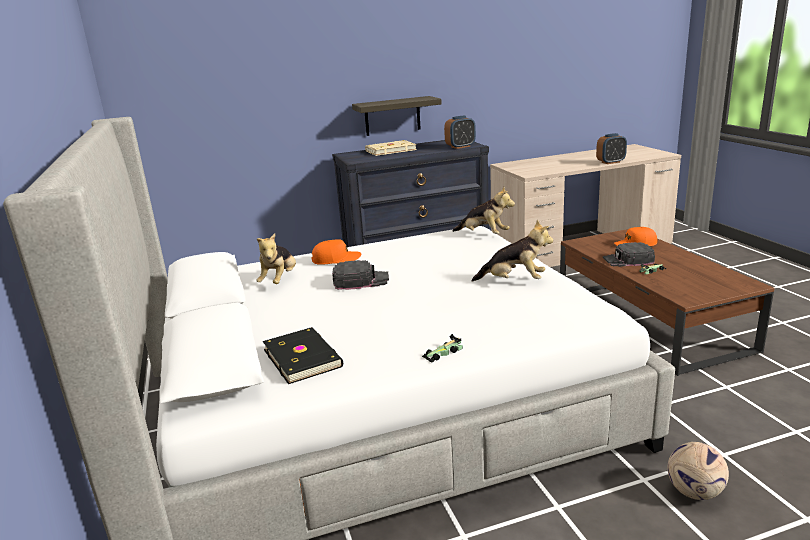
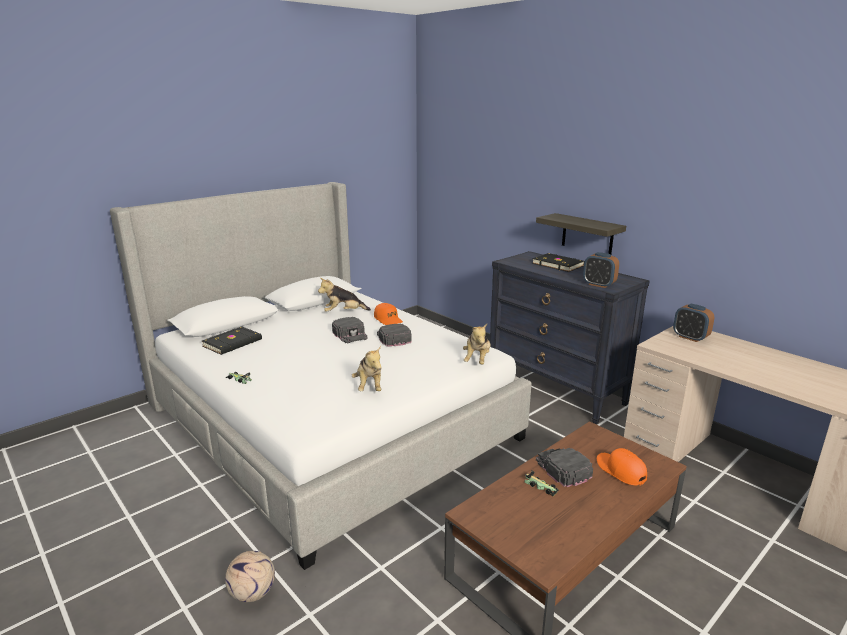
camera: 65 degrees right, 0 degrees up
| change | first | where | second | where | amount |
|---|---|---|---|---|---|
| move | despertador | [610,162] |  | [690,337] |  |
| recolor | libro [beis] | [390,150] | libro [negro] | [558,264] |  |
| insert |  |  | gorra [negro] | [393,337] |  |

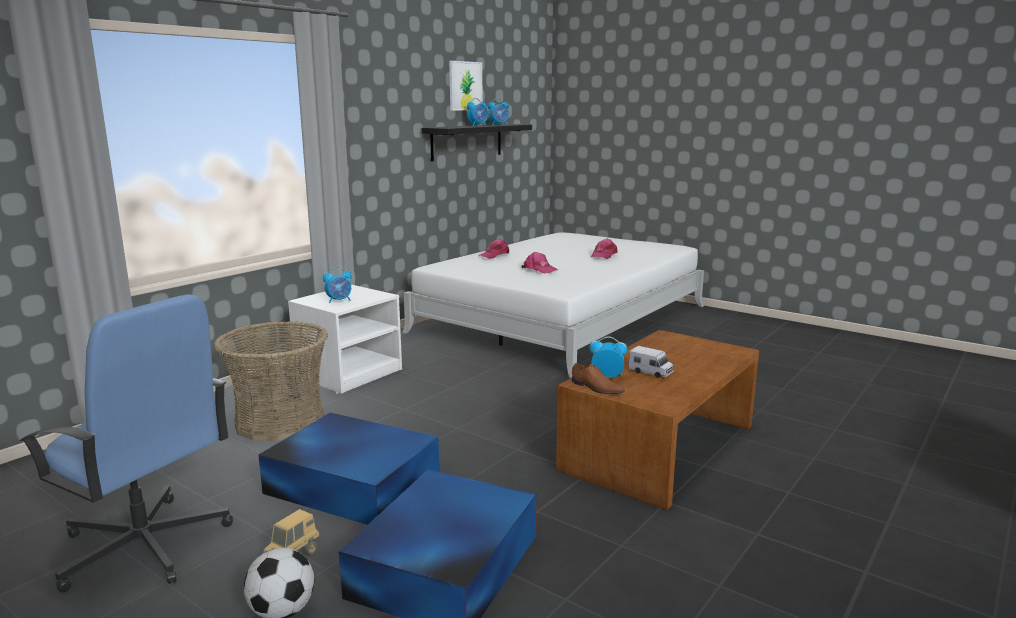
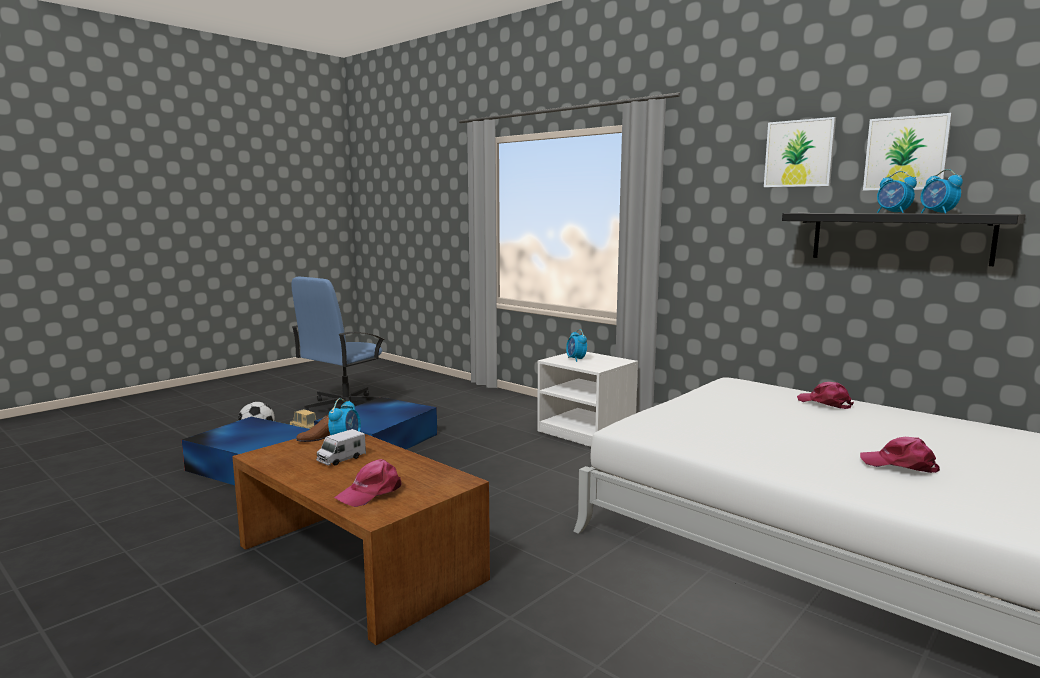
camera: 95 degrees right, 5 degrees down
| change | first | where | second | where | amount |
|---|---|---|---|---|---|
| move | gorra [rosa] | [539,269] |  | [371,492] |  |
| delete | cesta | [280,421] |  |  |  |
| insert |  |  | cuadro | [799,153] |  |

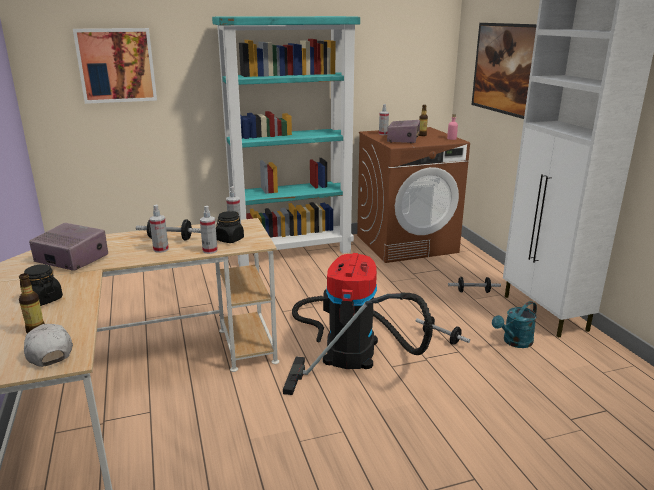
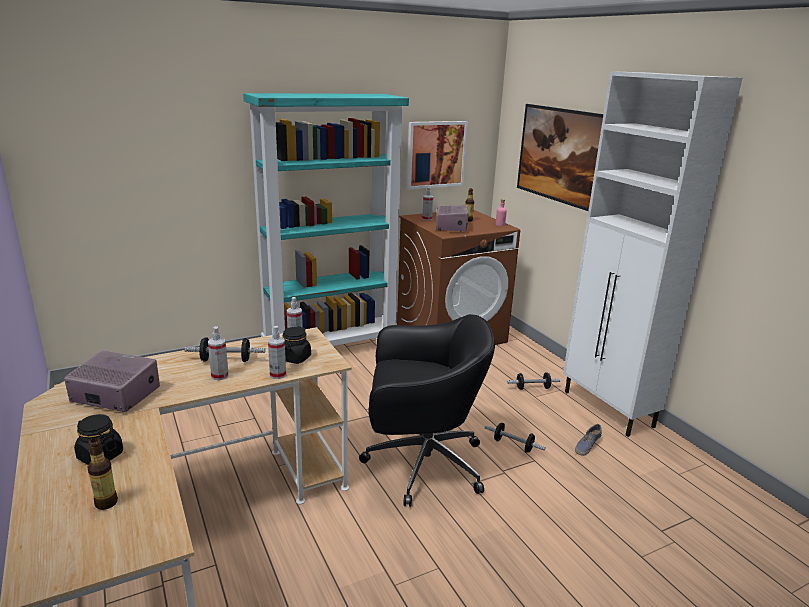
camera: 10 degrees left, 0 degrees up
| change | first | where | second | where | amount |
|---|---|---|---|---|---|
| move | cuadro | [116,65] |  | [435,154] |  |
| replace | aspiradora | [349,347] | silla de oficina [negro] | [421,464] |  |
| replace | regadera [turquesa] | [514,342] | zapato | [587,445] |  |
| delete | gorra [blanco] | [48,352] |  |  |  |

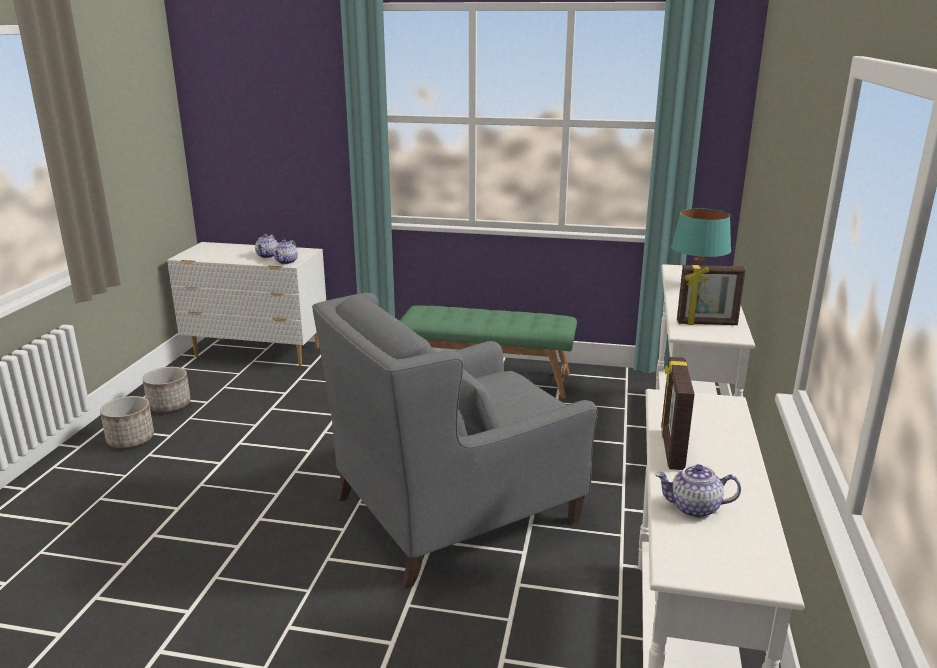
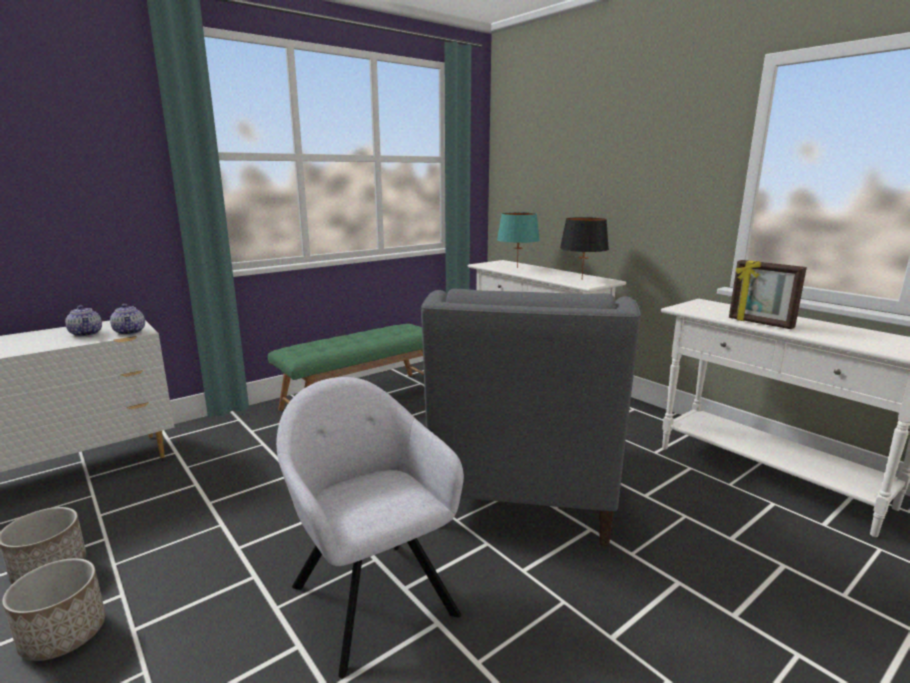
camera: 50 degrees left, 5 degrees down
| change | first | where | second | where | amount |
|---|---|---|---|---|---|
| replace | portarretratos | [707,324] | lámpara de mesa [negro] | [582,279] |  |
| delete | tetera | [694,508] |  |  |  |
| insert |  |  | sillón [gris] | [370,595] |  |

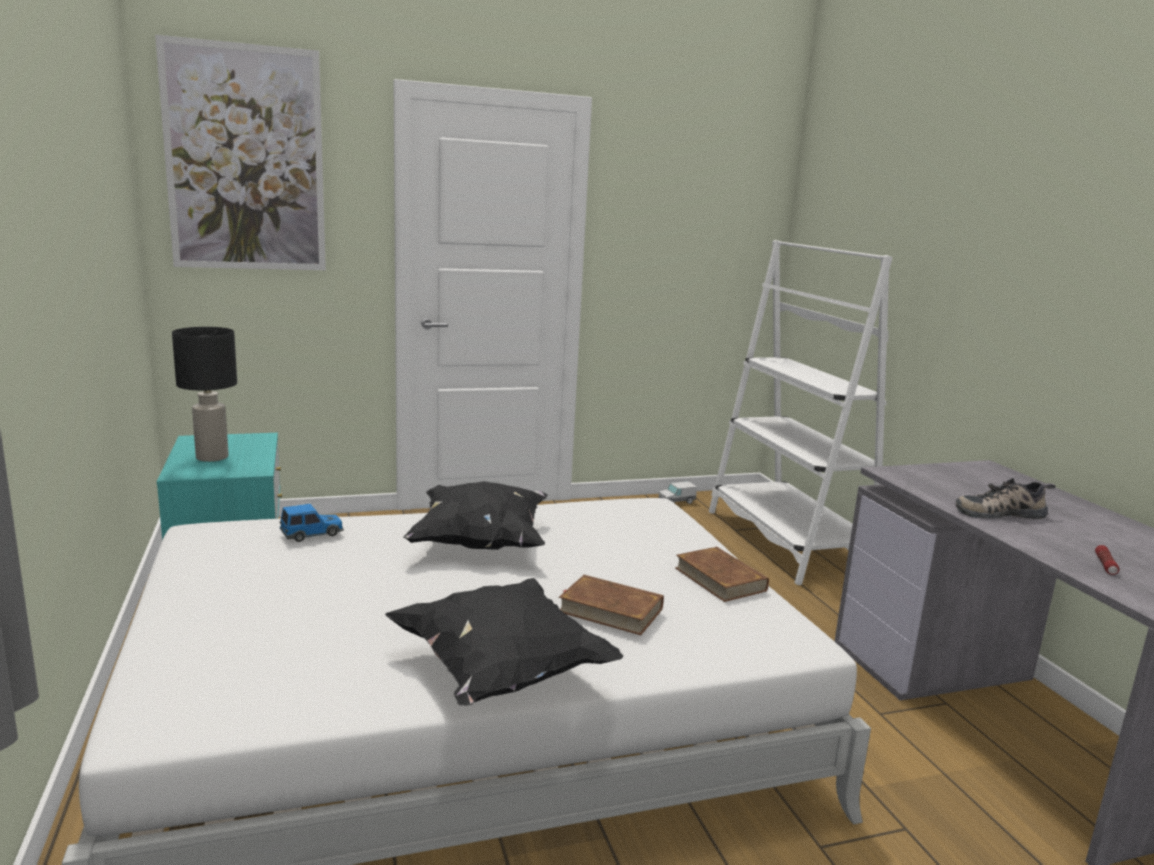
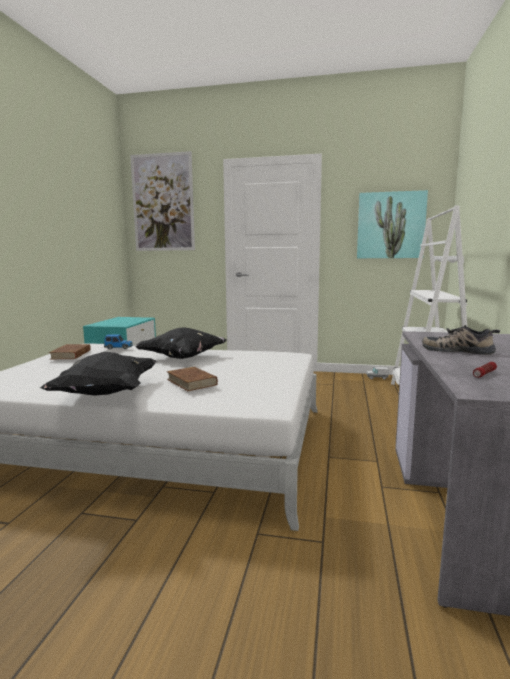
camera: 30 degrees right, 5 degrees down
| change | first | where | second | where | amount |
|---|---|---|---|---|---|
| delete | lámpara de mesa [negro] | [213,457] |  |  |  |
| move | libro [marrón] | [720,579] |  | [71,354] |  |
| insert |  |  | cuadro | [391,225] |  |

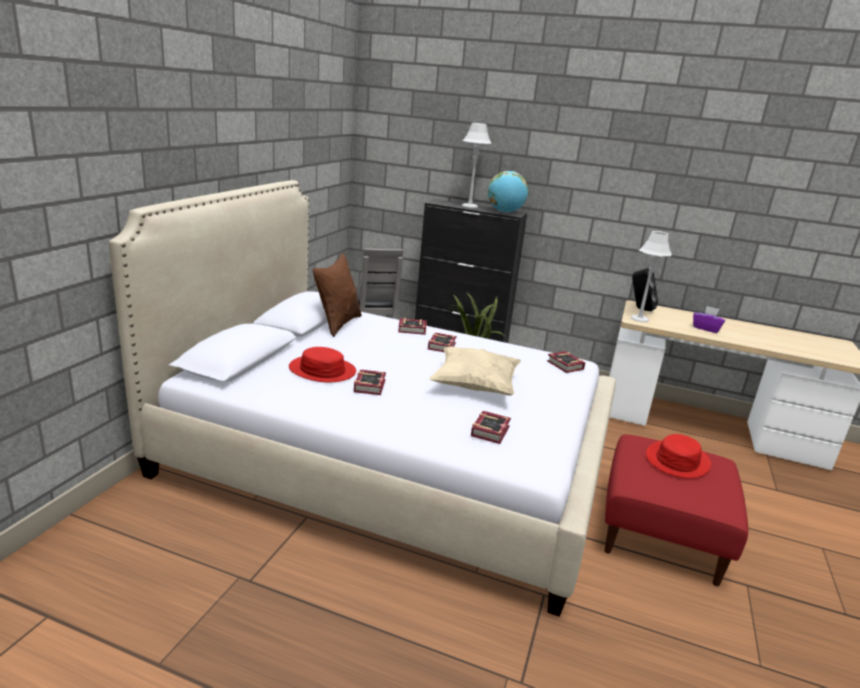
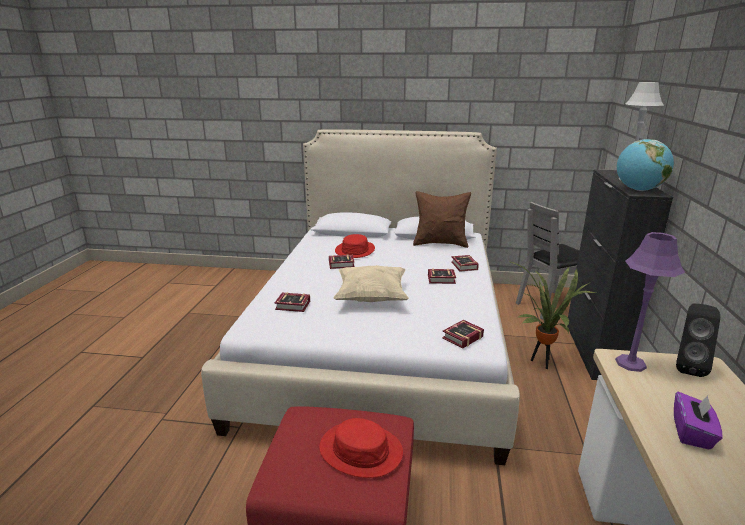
camera: 80 degrees right, 0 degrees up
| change | first | where | second | where | amount |
|---|---|---|---|---|---|
| recolor | lámpara de mesa [gris] | [639,319] | lámpara de mesa [morado] | [630,363] |  |

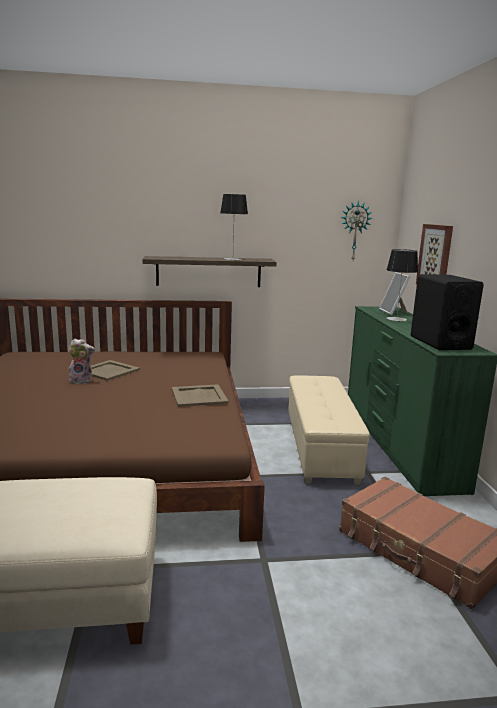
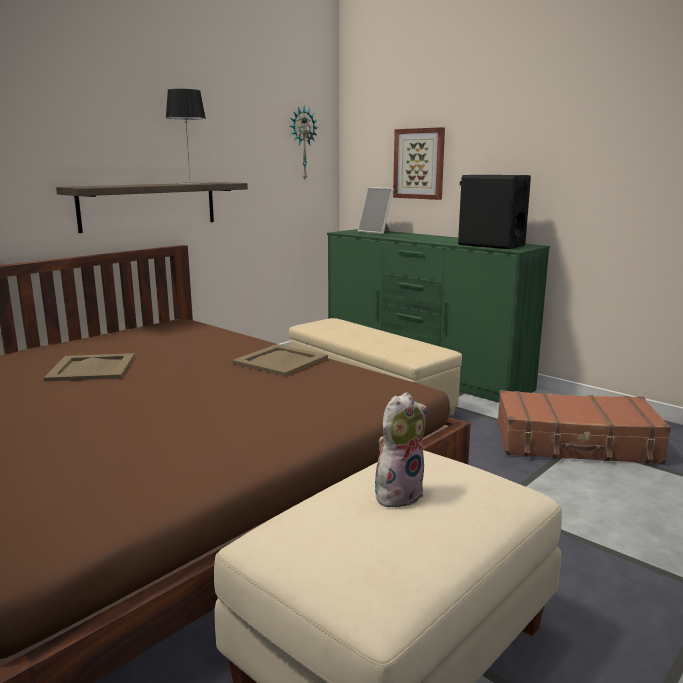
camera: 40 degrees left, 0 degrees up
| change | first | where | second | where | amount |
|---|---|---|---|---|---|
| delete | lámpara de mesa | [396,319] |  |  |  |
| move | peluche | [82,381] |  | [398,493] |  |

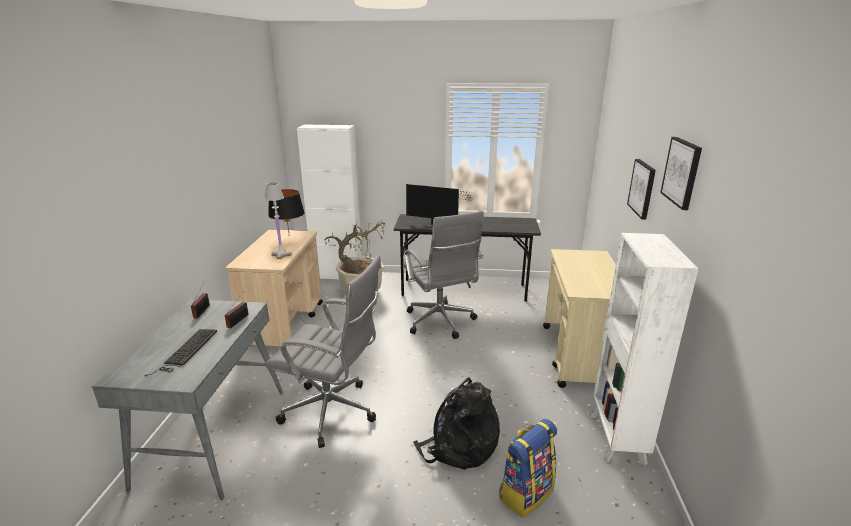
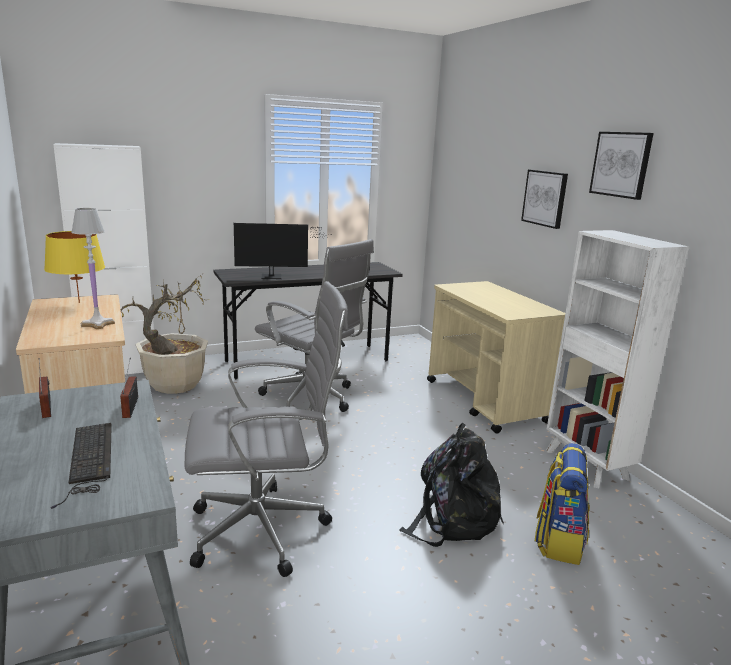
camera: 30 degrees left, 5 degrees down
| change | first | where | second | where | amount |
|---|---|---|---|---|---|
| recolor | lámpara de mesa [negro] | [289,235] | lámpara de mesa [amarillo] | [79,302] |  |

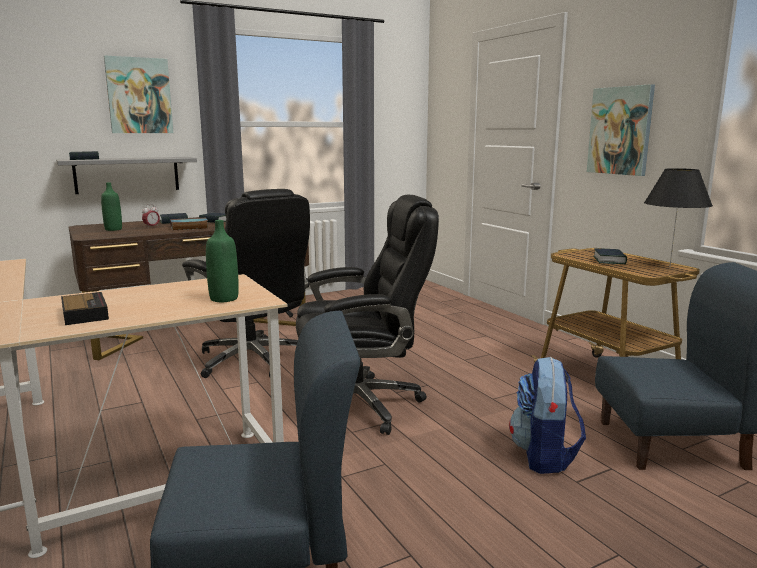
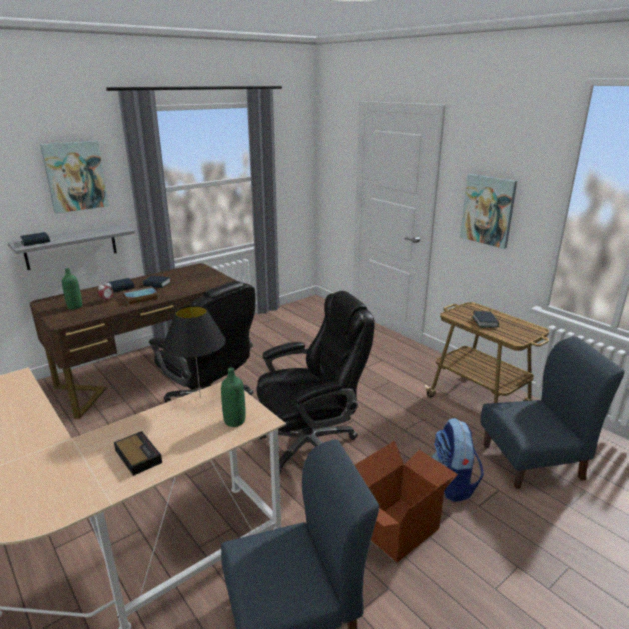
camera: 10 degrees left, 10 degrees up
| change | first | where | second | where | amount |
|---|---|---|---|---|---|
| move | lámpara de mesa [negro] | [669,267] |  | [200,396] |  |
| insert |  |  | caja de cartón | [397,528] |  |

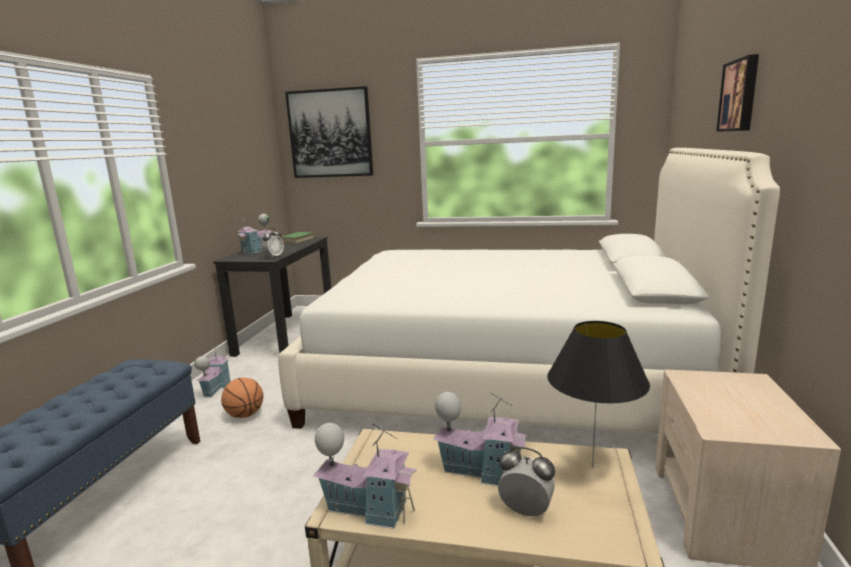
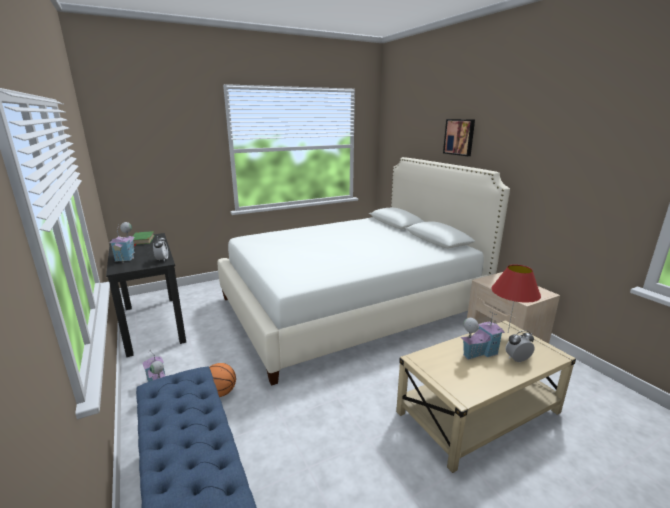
camera: 40 degrees left, 5 degrees up
| change | first | where | second | where | amount |
|---|---|---|---|---|---|
| delete | cuadro | [330,133] |  |  |  |
| recolor | lámpara de mesa [negro] | [592,467] | lámpara de mesa [rojo] | [507,332] |  |
| delete | casita | [369,508] |  |  |  |

